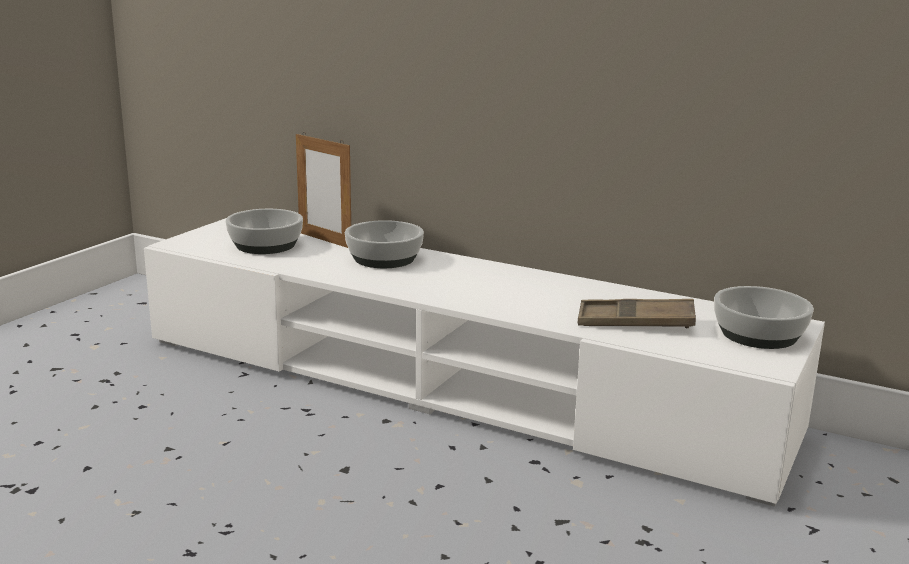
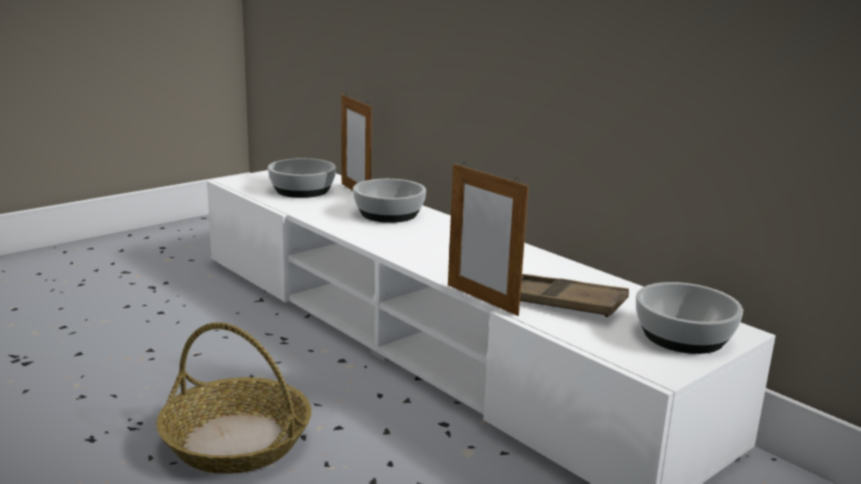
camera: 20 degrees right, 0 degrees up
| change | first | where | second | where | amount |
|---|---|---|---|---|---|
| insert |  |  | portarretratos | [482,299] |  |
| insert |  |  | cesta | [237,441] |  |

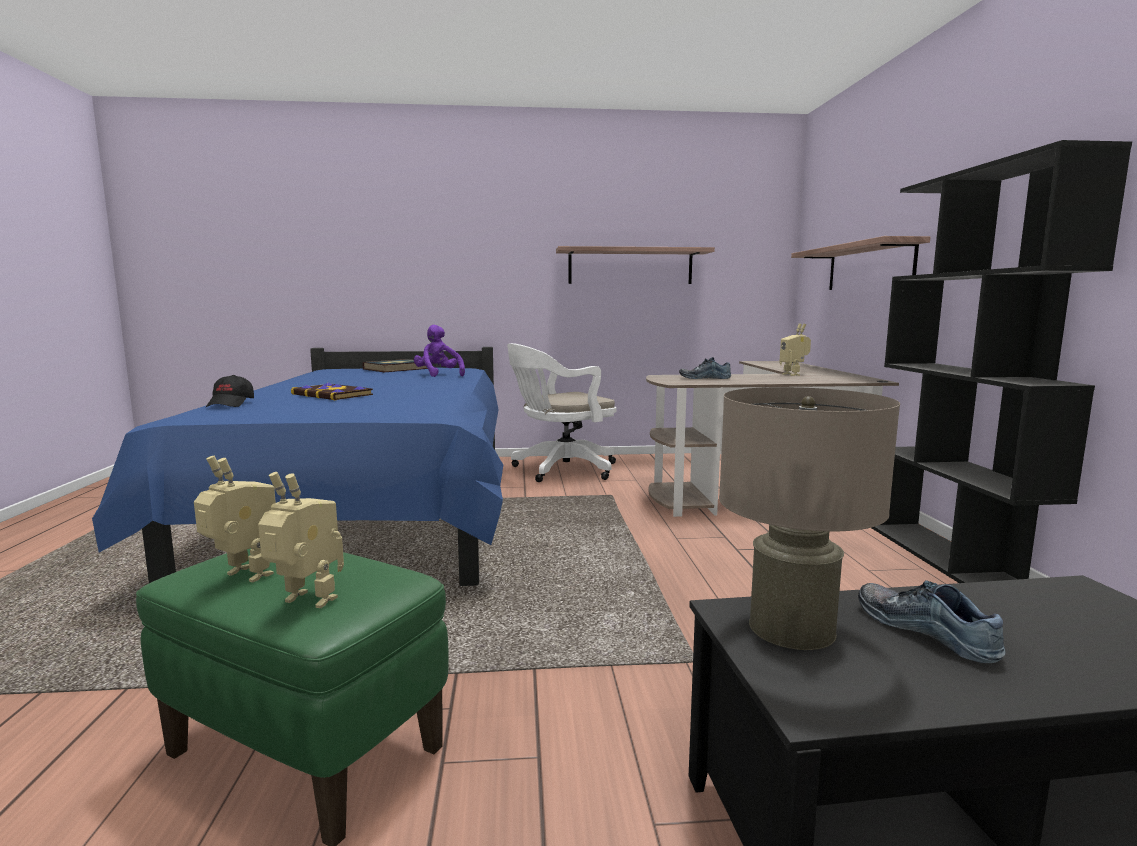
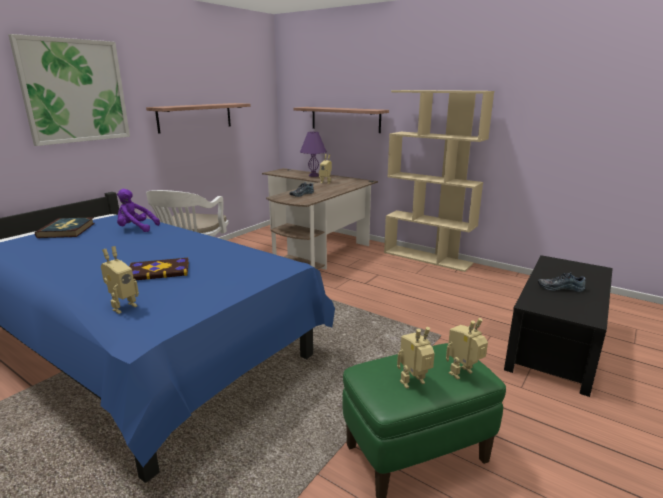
camera: 50 degrees left, 10 degrees up
| change | first | where | second | where | amount |
|---|---|---|---|---|---|
| recolor | estantería [negro] | [953,561] | estantería [beis] | [427,258] |  |
| replace | gorra [negro] | [231,404] | robot de juguete | [122,307] |  |
| delete | lámpara de mesa [beis] | [792,628] |  |  |  |
| insert |  |  | cuadro | [75,91] |  |
| insert |  |  | lámpara de mesa [morado] | [313,175] |  |

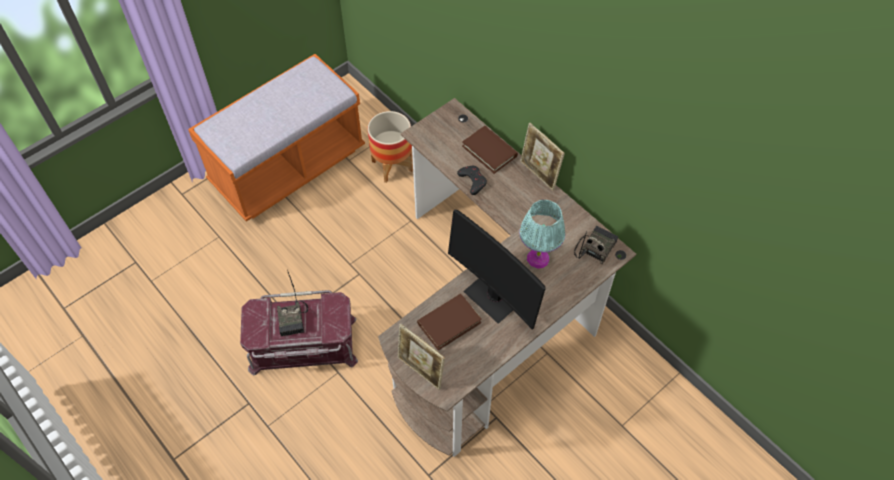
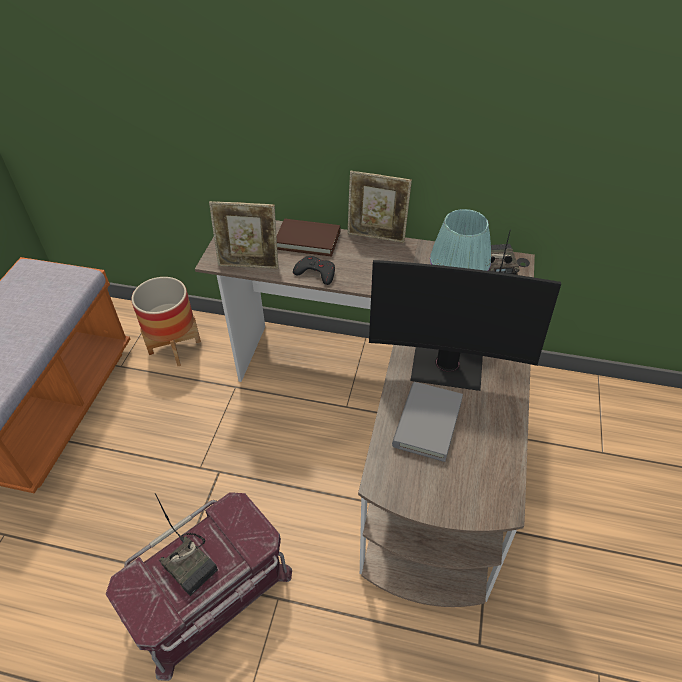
camera: 35 degrees left, 10 degrees down
| change | first | where | second | where | amount |
|---|---|---|---|---|---|
| recolor | libro [marrón] | [449,323] | libro [gris] | [427,423] |  |
| move | portarretratos | [421,371] |  | [249,265] |  |

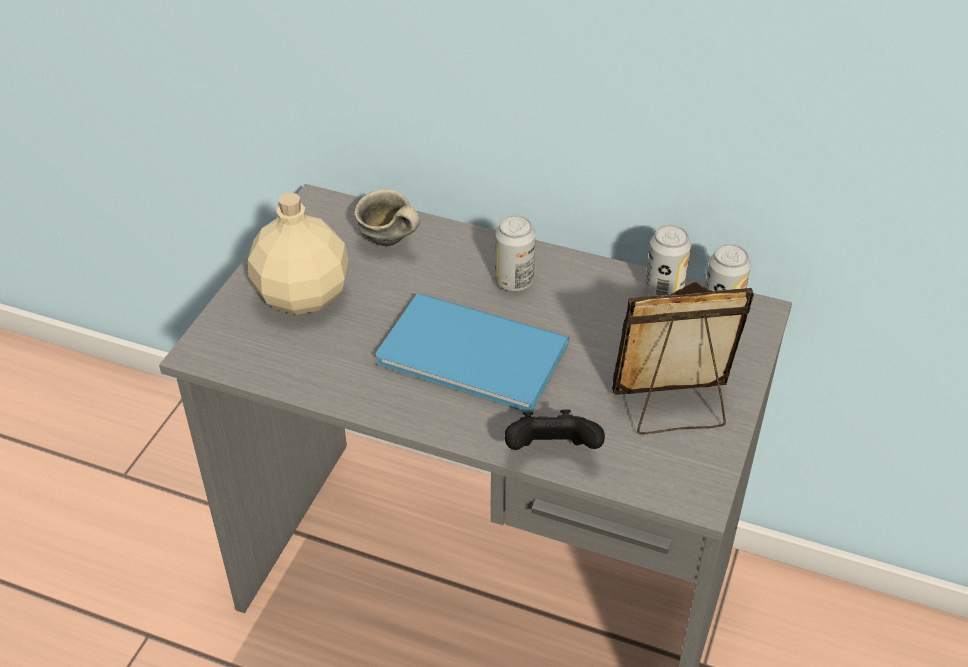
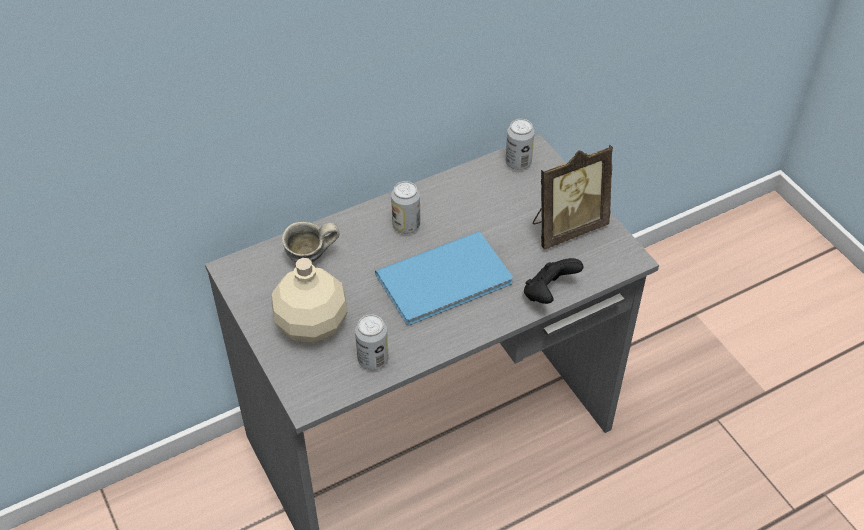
camera: 50 degrees left, 5 degrees up
| change | first | where | second | where | amount |
|---|---|---|---|---|---|
| move | lata | [664,291] |  | [373,359] |  |
| rotate | portarretratos | [674,409] |  | [566,227] | 150 degrees counterclockwise |

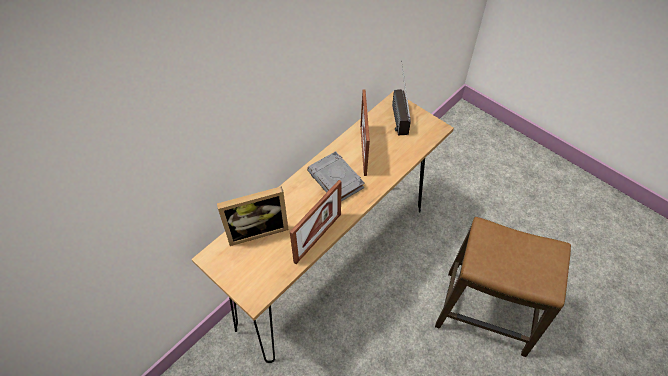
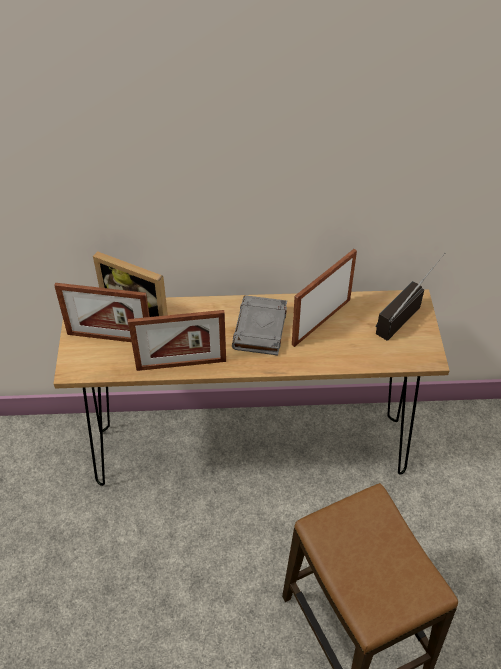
camera: 45 degrees right, 5 degrees down
| change | first | where | second | where | amount |
|---|---|---|---|---|---|
| insert |  |  | portarretratos | [110,338] |  |

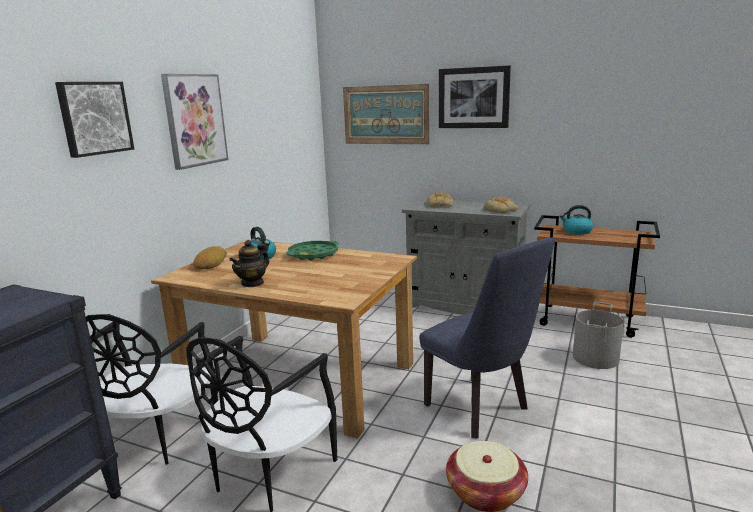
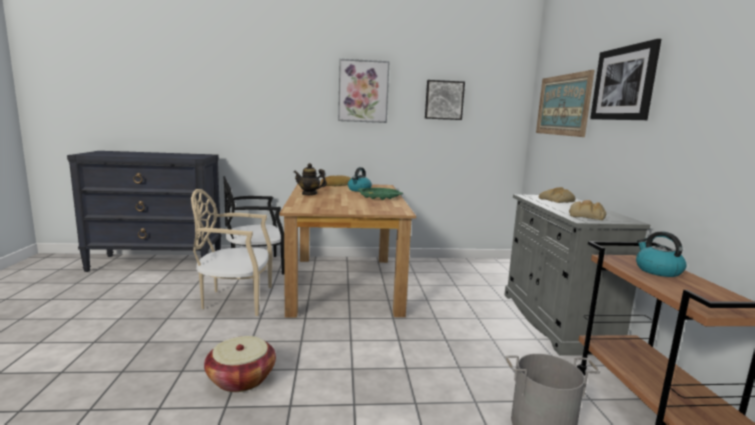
camera: 60 degrees right, 5 degrees down
| change | first | where | second | where | amount |
|---|---|---|---|---|---|
| move | cuadro | [94,118] |  | [444,100] |  |
| delete | silla [azul] | [482,410] |  |  |  |
| recolor | silla [negro] | [269,473] | silla [beis] | [235,300] |  |

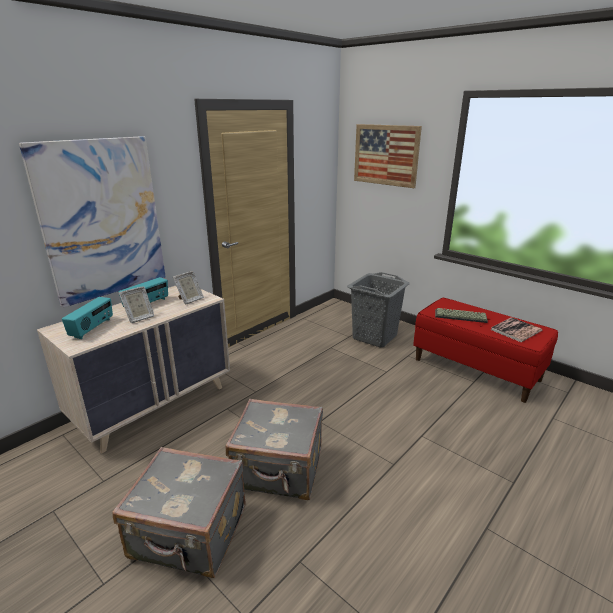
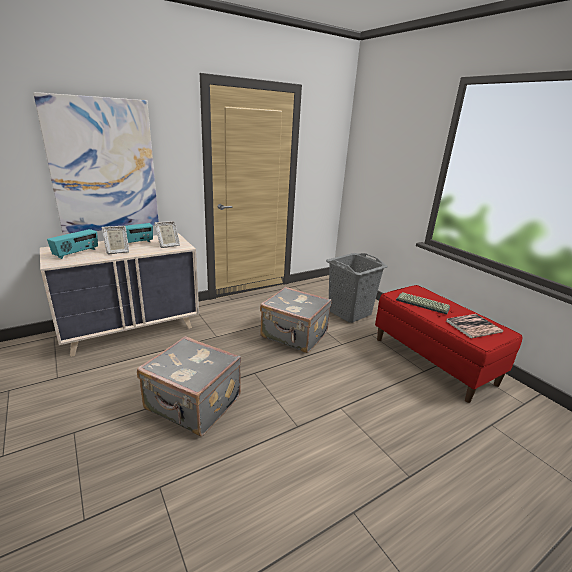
camera: 15 degrees right, 0 degrees up
| change | first | where | second | where | amount |
|---|---|---|---|---|---|
| delete | cuadro | [386,155] |  |  |  |
| move | maleta [gris] | [189,534] |  | [294,335] |  |

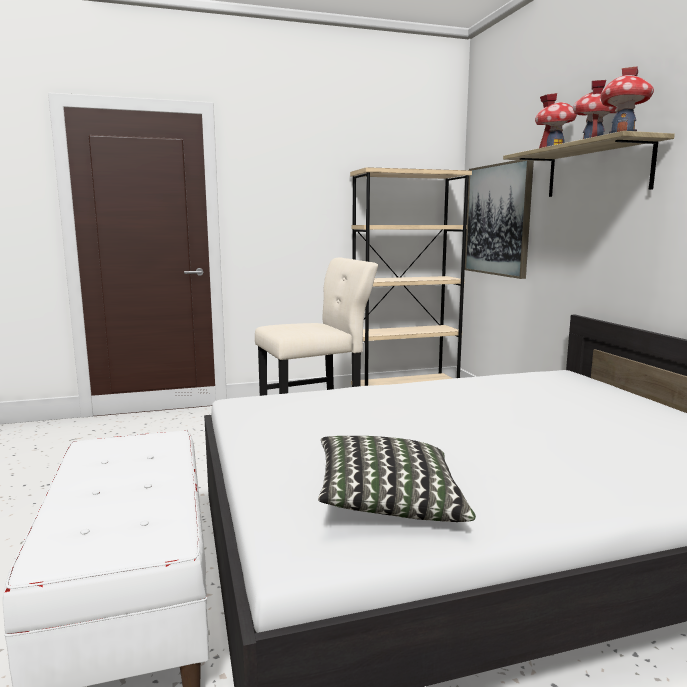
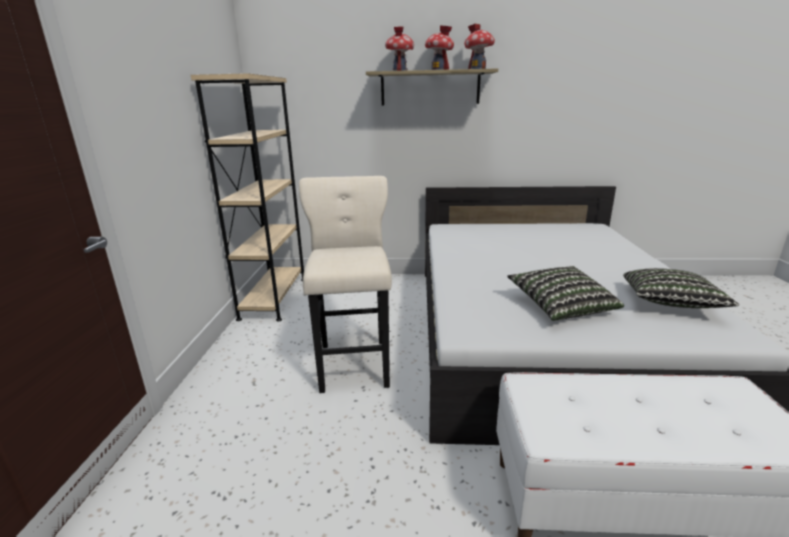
camera: 70 degrees left, 10 degrees up
| change | first | where | second | where | amount |
|---|---|---|---|---|---|
| delete | cuadro | [497,220] |  |  |  |
| insert |  |  | cojín | [561,306] |  |

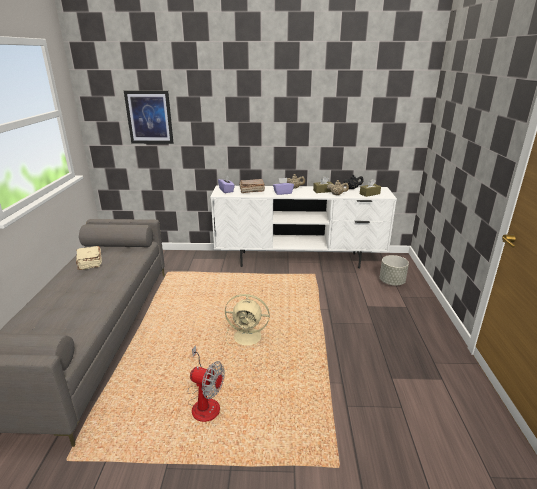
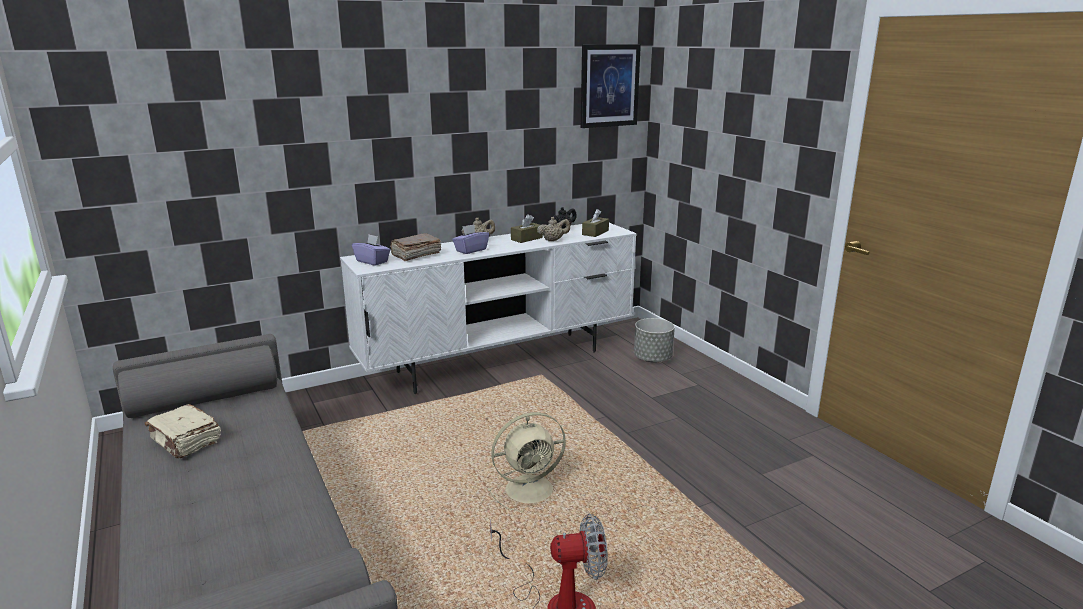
camera: 30 degrees left, 5 degrees down
| change | first | where | second | where | amount |
|---|---|---|---|---|---|
| move | cuadro | [149,117] |  | [609,86] |  |

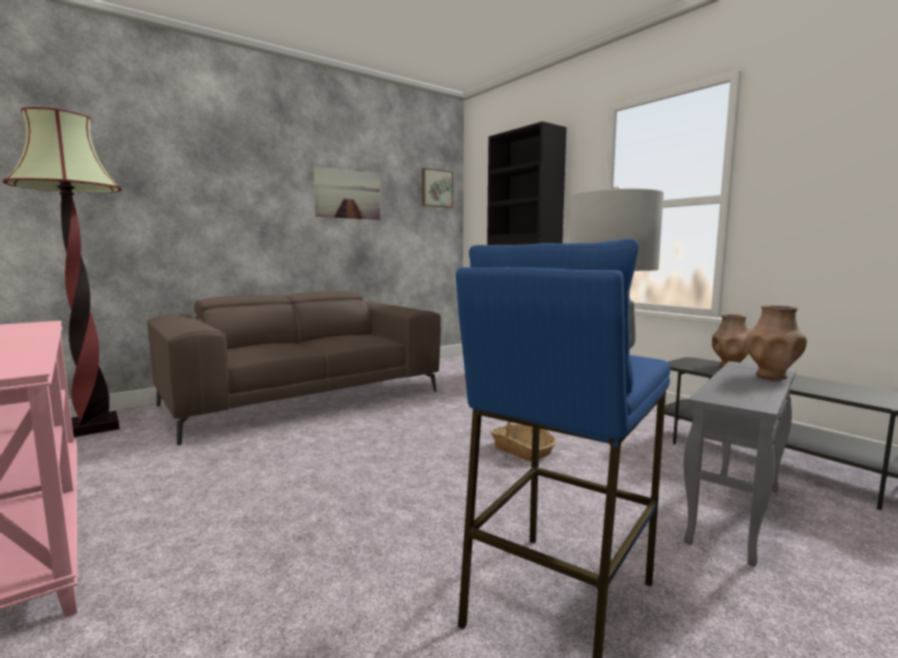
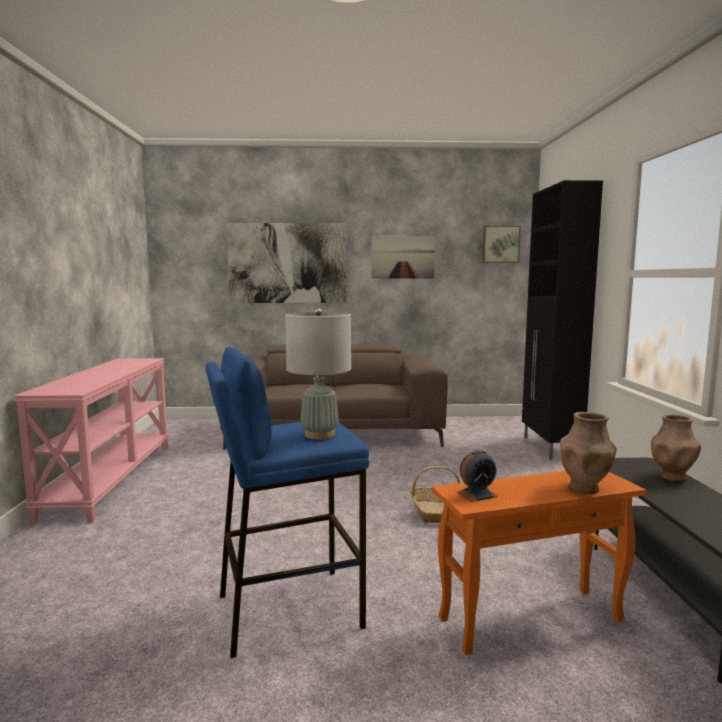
camera: 35 degrees right, 0 degrees up
| change | first | where | second | where | amount |
|---|---|---|---|---|---|
| delete | lámpara de pie | [94,427] |  |  |  |
| recolor | mesa auxiliar [gris] | [735,514] | mesa auxiliar [naranja] | [530,620] |  |
| insert |  |  | cuadro | [287,263] |  |
| insert |  |  | despertador | [477,494] |  |

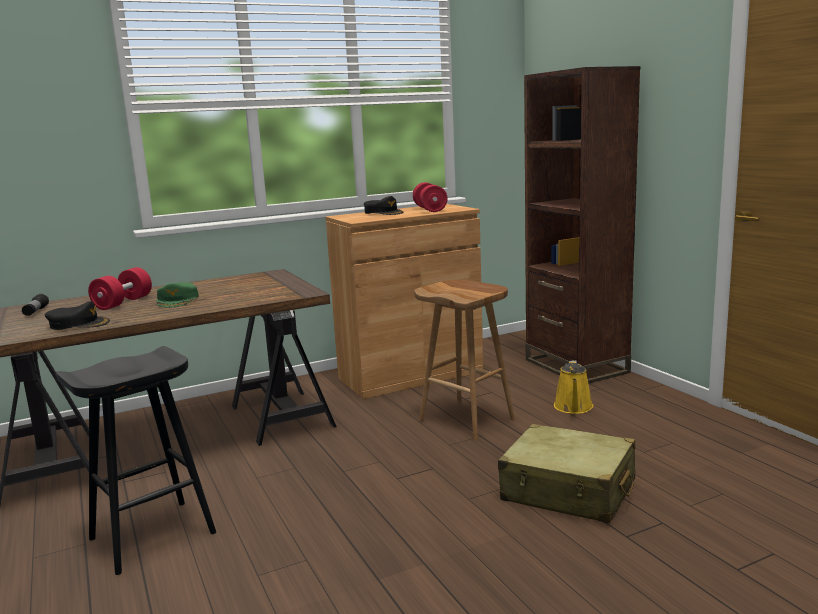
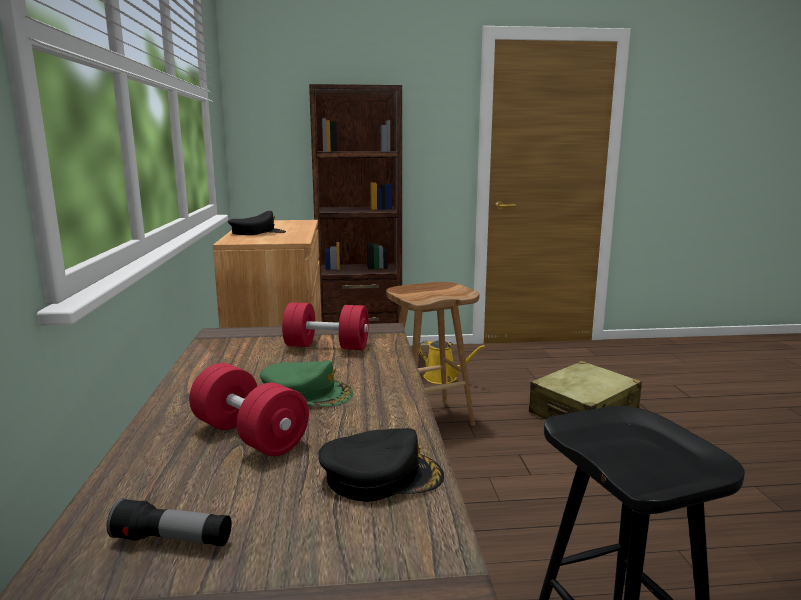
camera: 70 degrees left, 0 degrees up
| change | first | where | second | where | amount |
|---|---|---|---|---|---|
| move | mancuerna [rojo] | [430,209] |  | [327,347] |  |
| rotate | gorra [negro] | [78,324] |  | [381,476] | 60 degrees clockwise |

